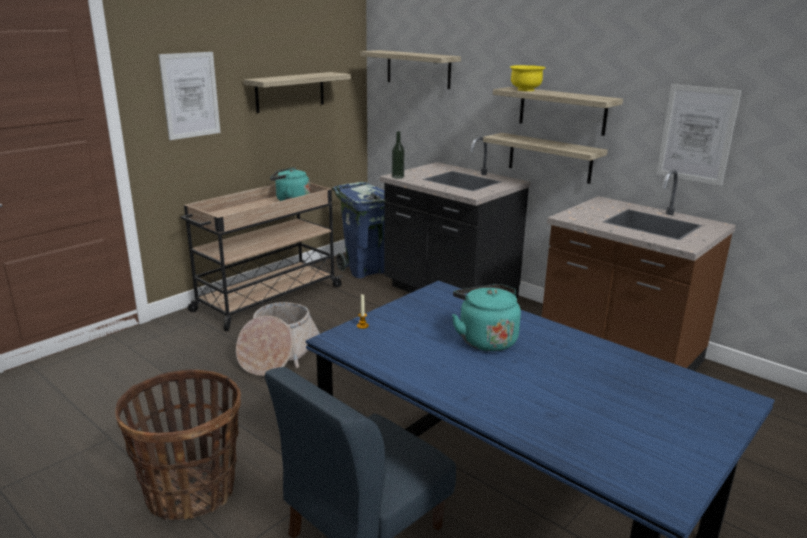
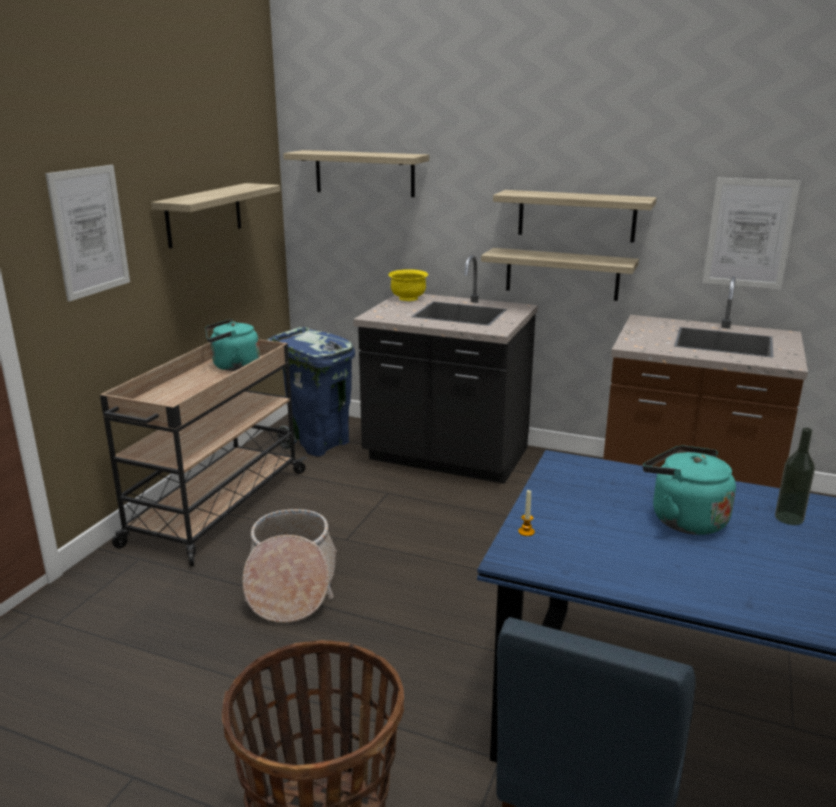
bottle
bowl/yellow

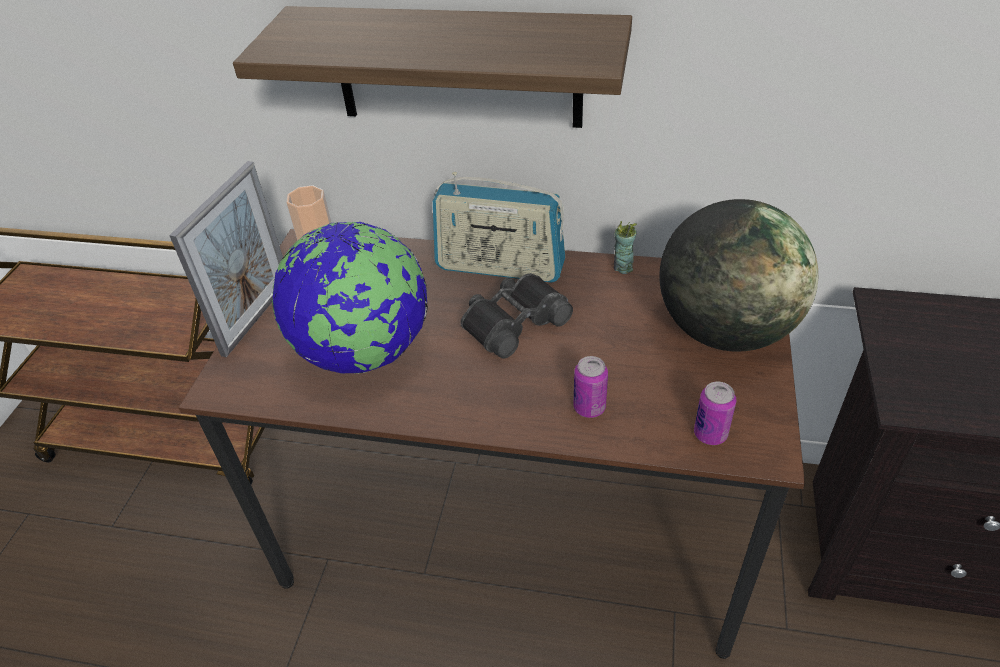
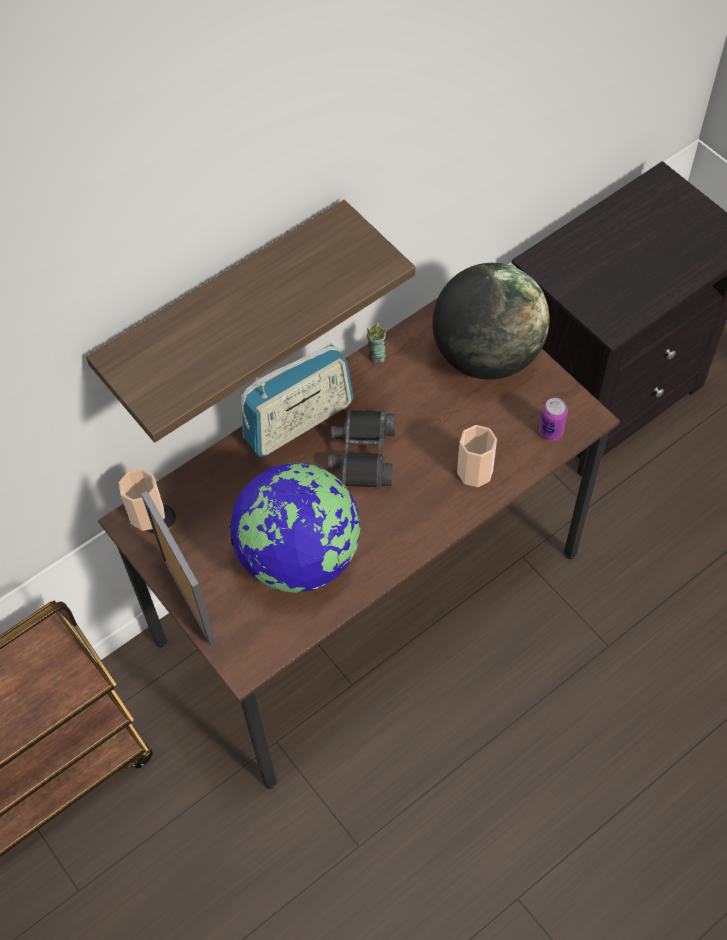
cup (no. 3 from left)

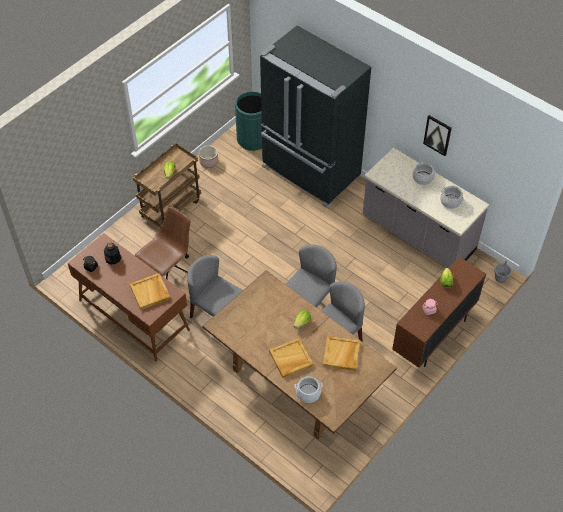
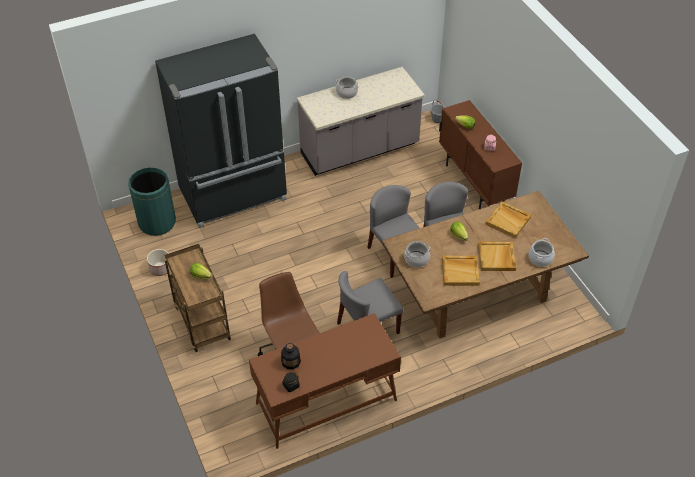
tray/beige (no. 1 from left)
picture
cooking pot (no. 2 from left)

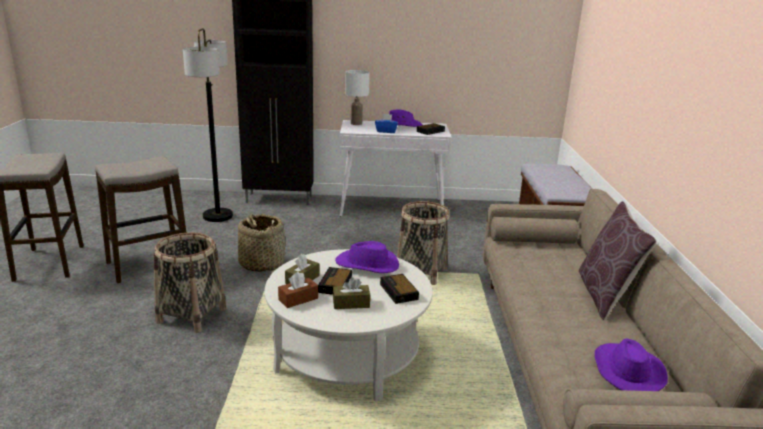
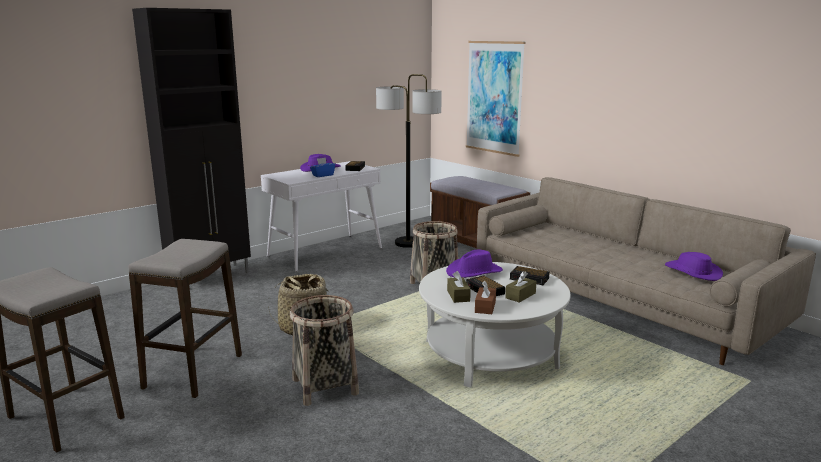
floor lamp
table lamp/white
pillow/brown
picture

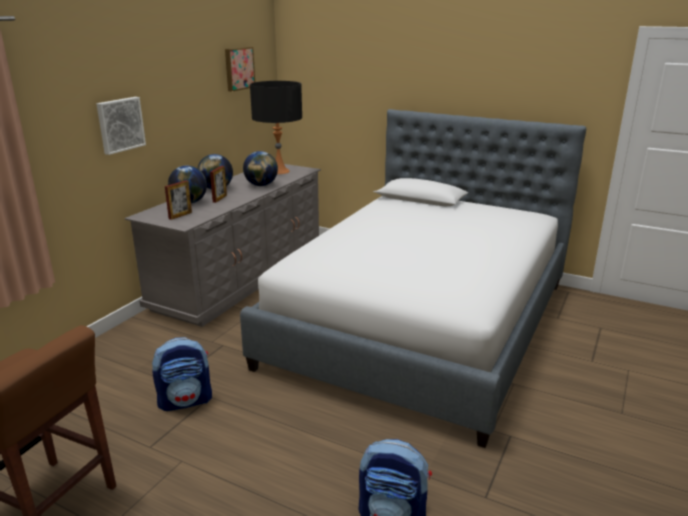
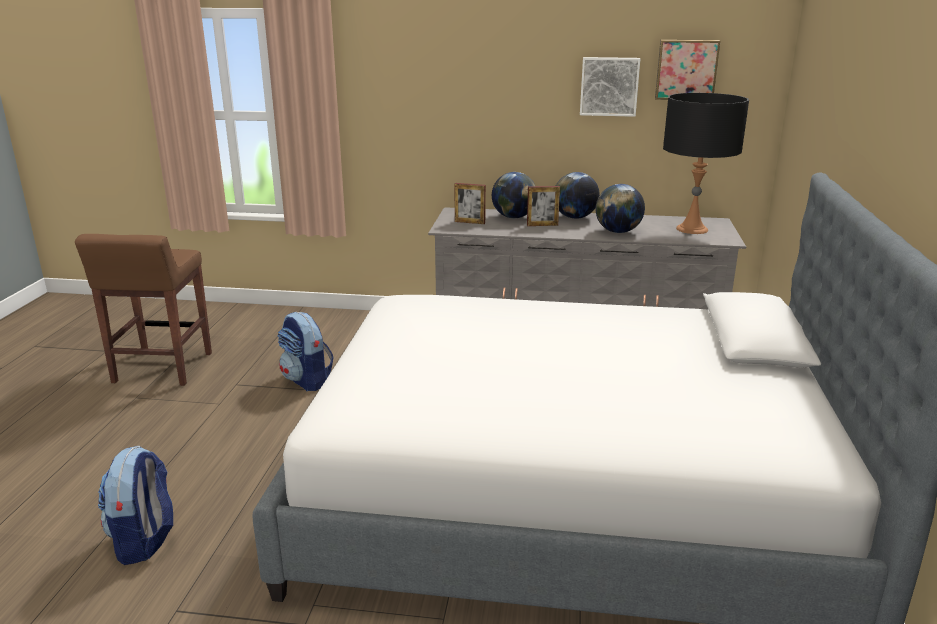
picture (no. 1 from left)

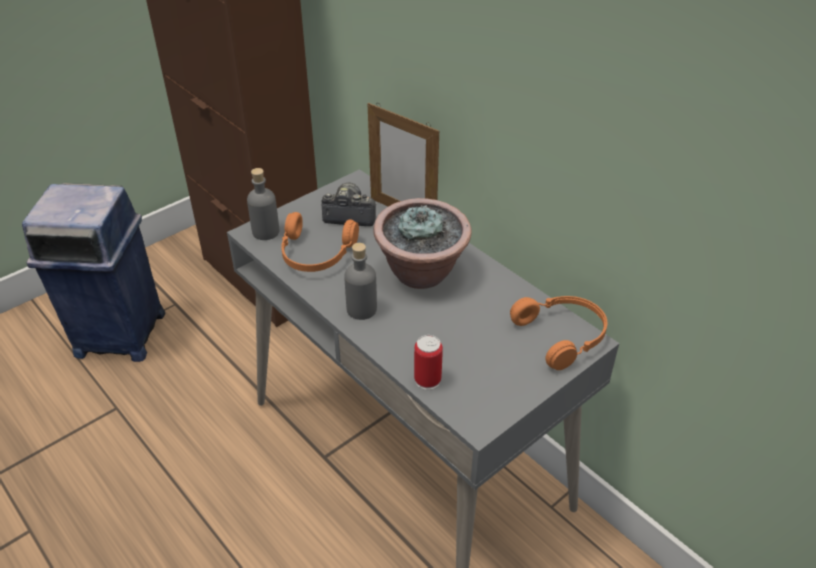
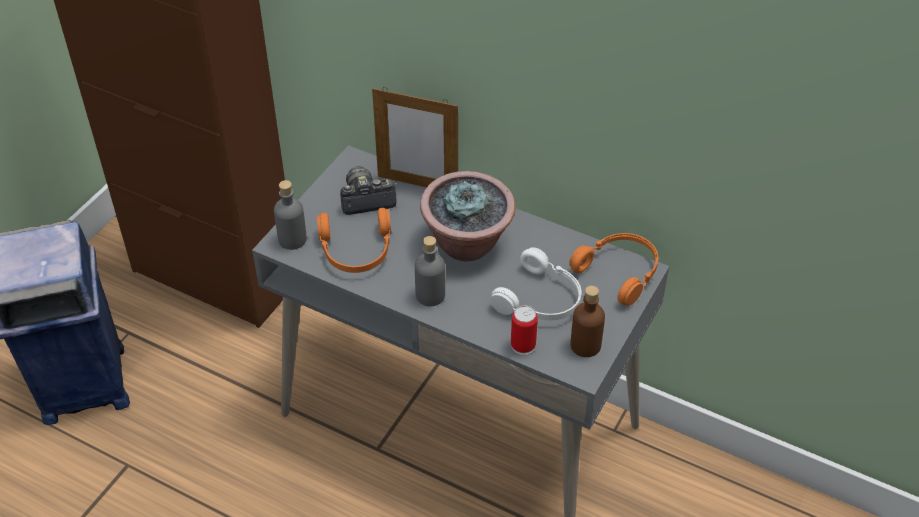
headphones/white
bottle/brown

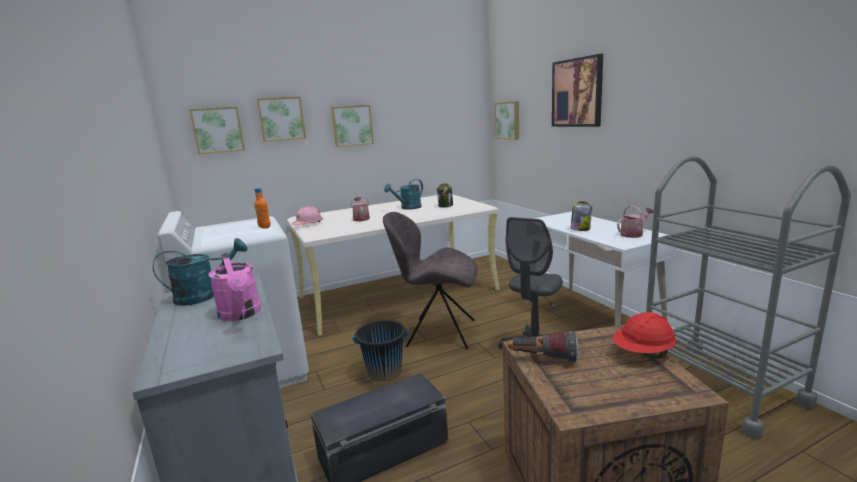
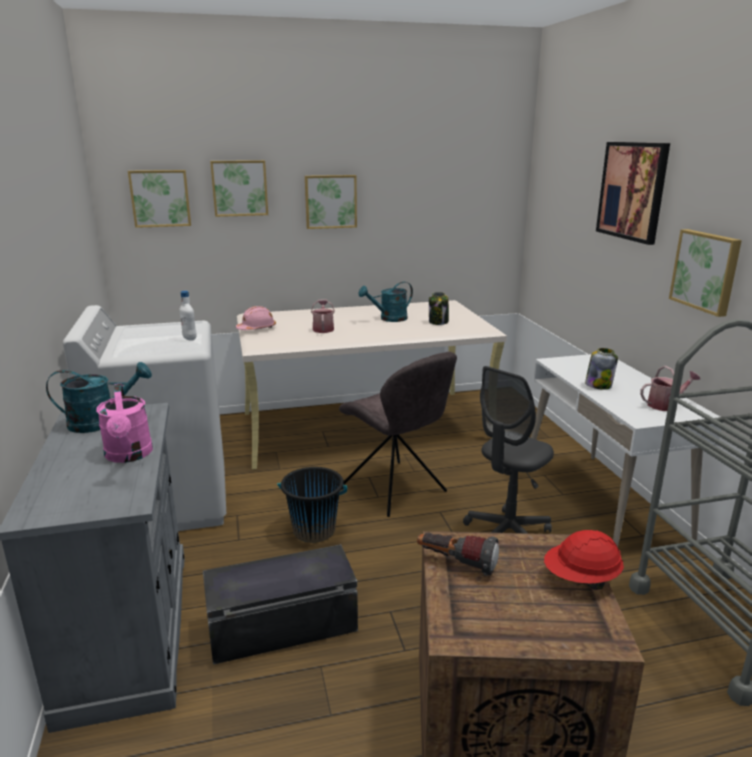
bottle/white
chair/grey
picture (no. 5 from left)

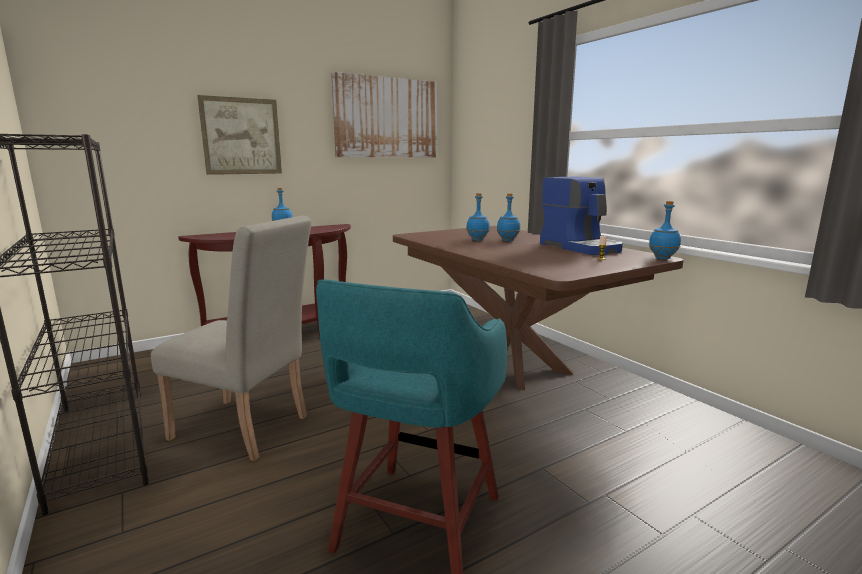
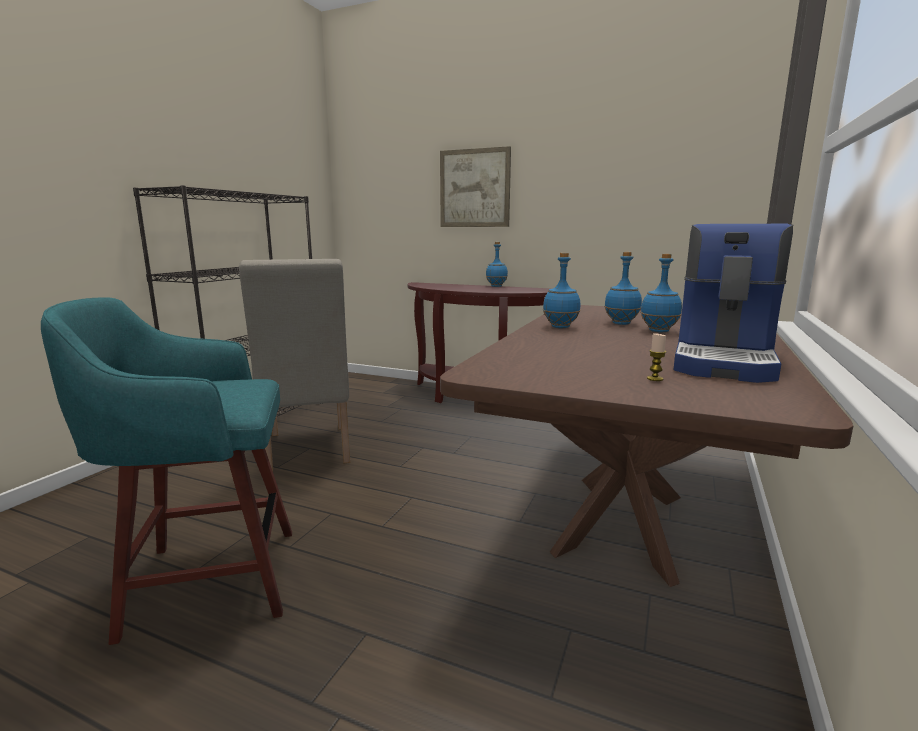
picture (no. 2 from left in the first image)
bottle/blue (no. 2 from left)

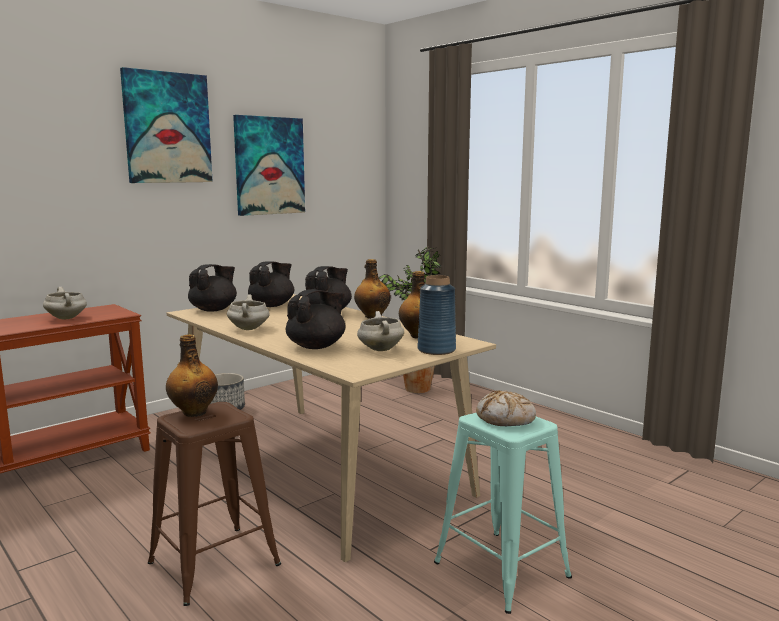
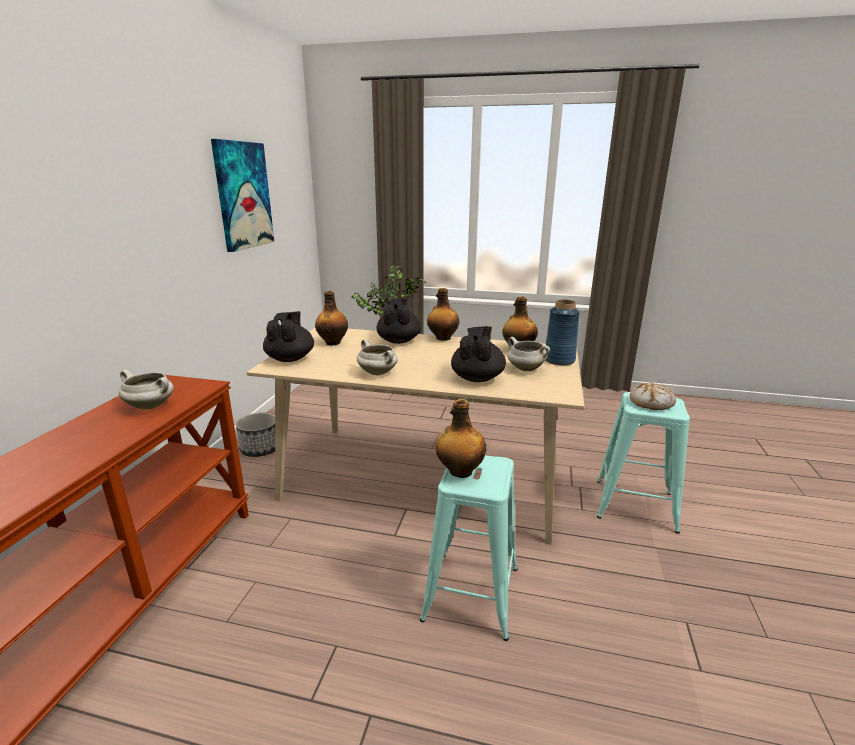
picture (no. 1 from left in the first image)
stool/turquoise (no. 1 from left)
bottle (no. 1 from left)

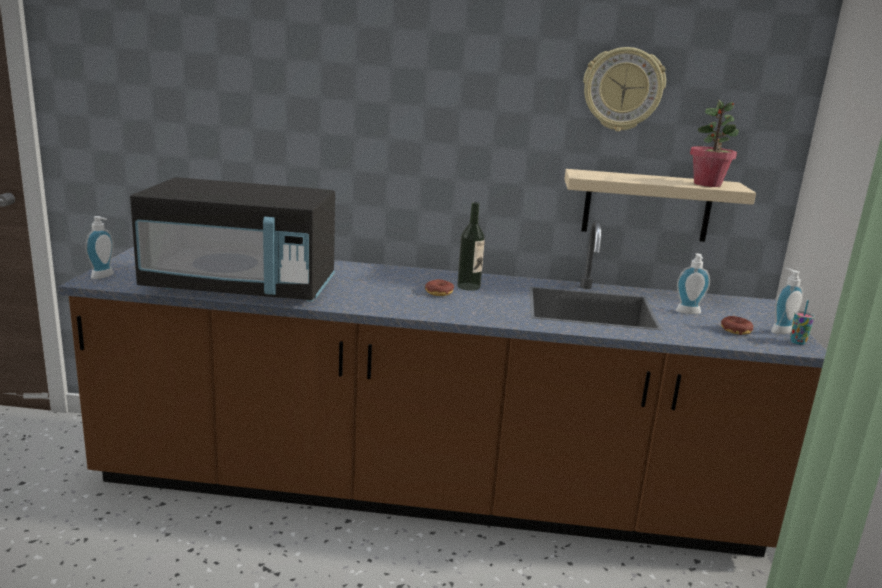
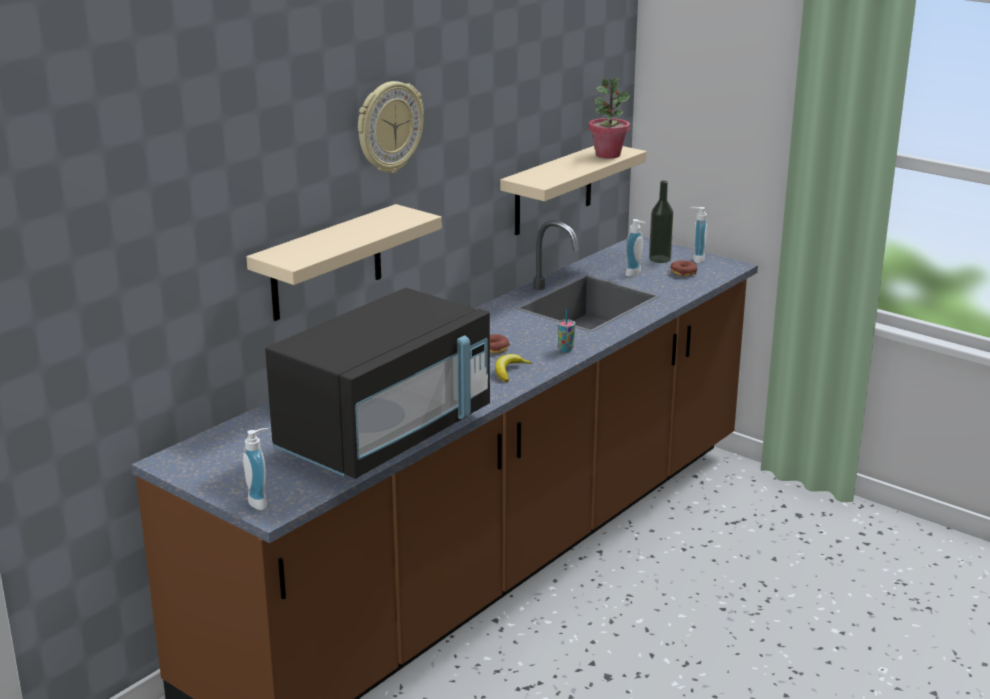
bottle
wall clock
cup
shelf/beige (no. 1 from left)
banana

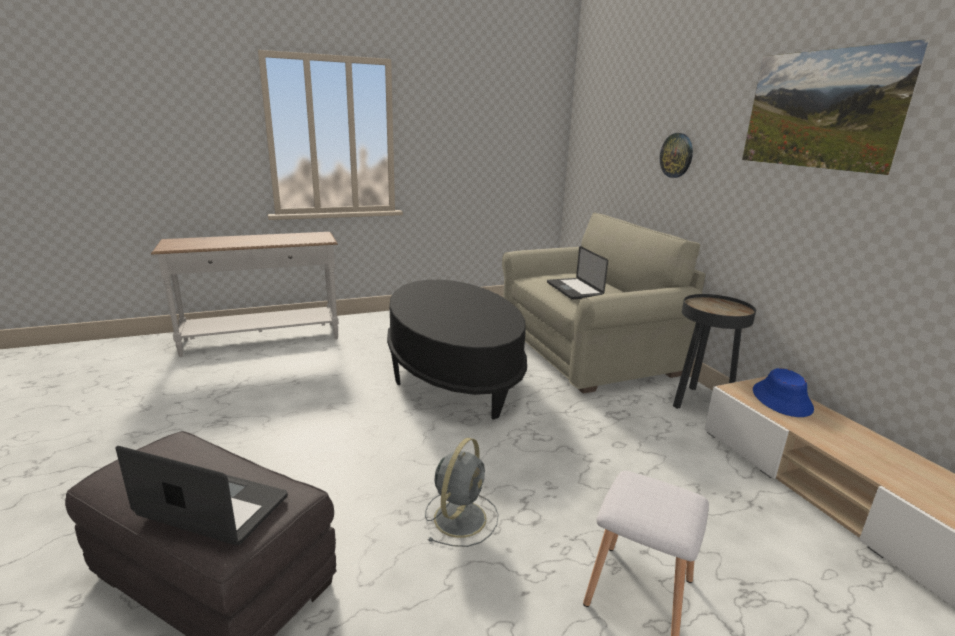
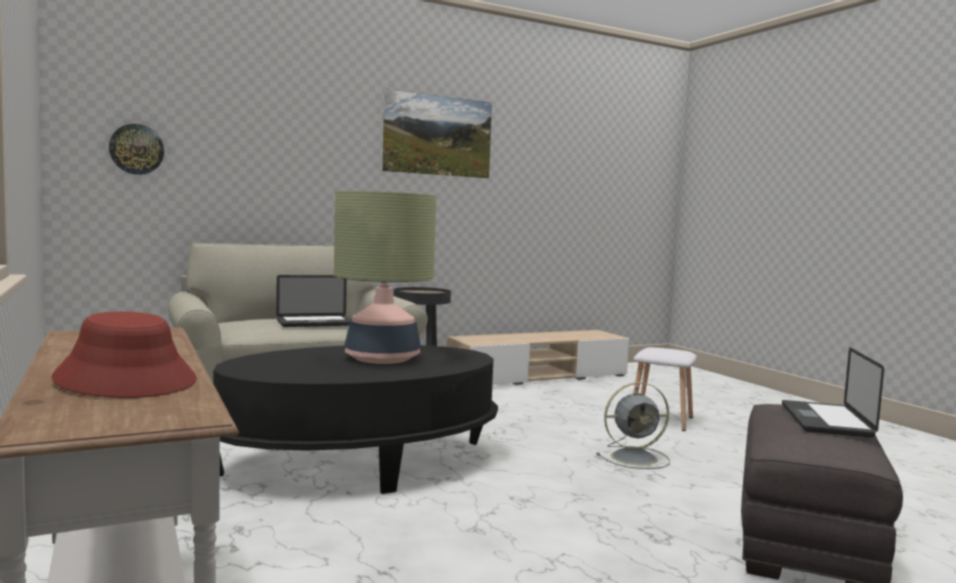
fan/grey
wall clock
hat/blue
hat/red
table lamp

